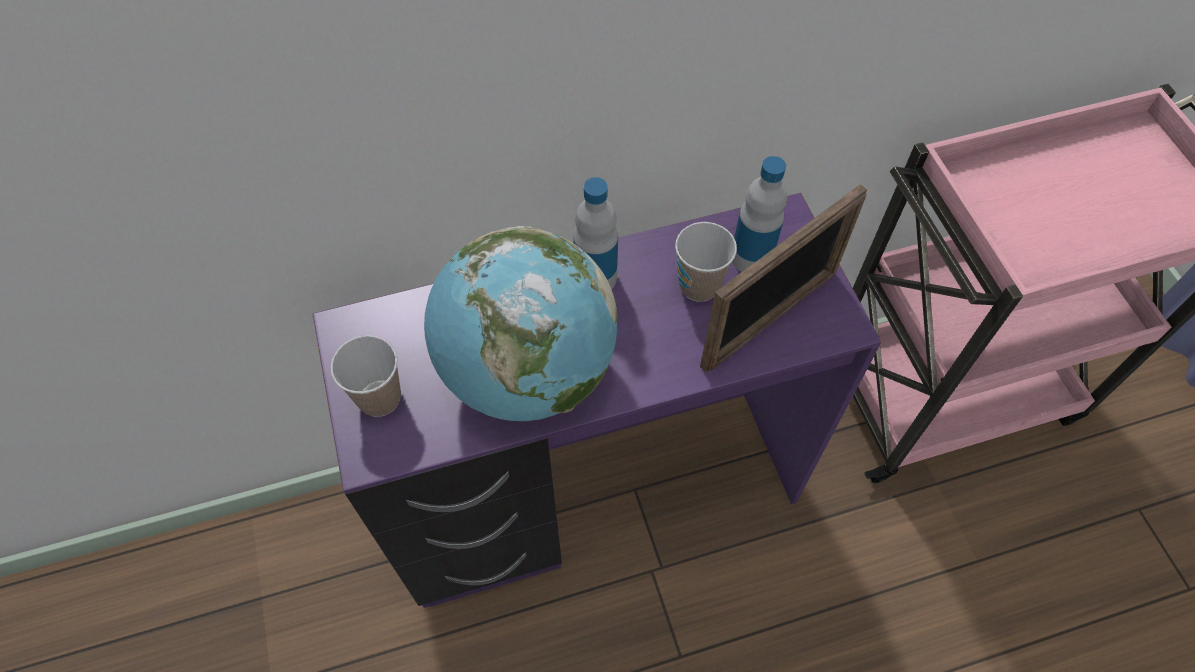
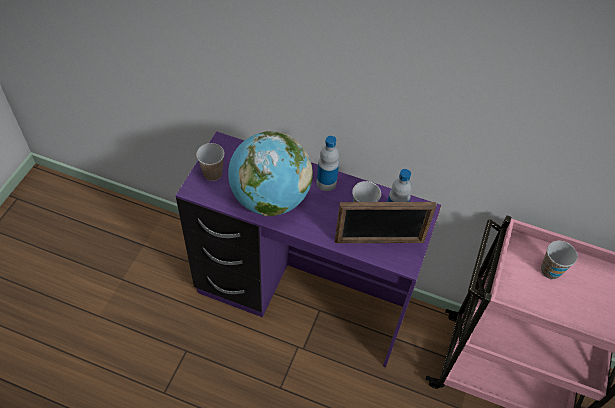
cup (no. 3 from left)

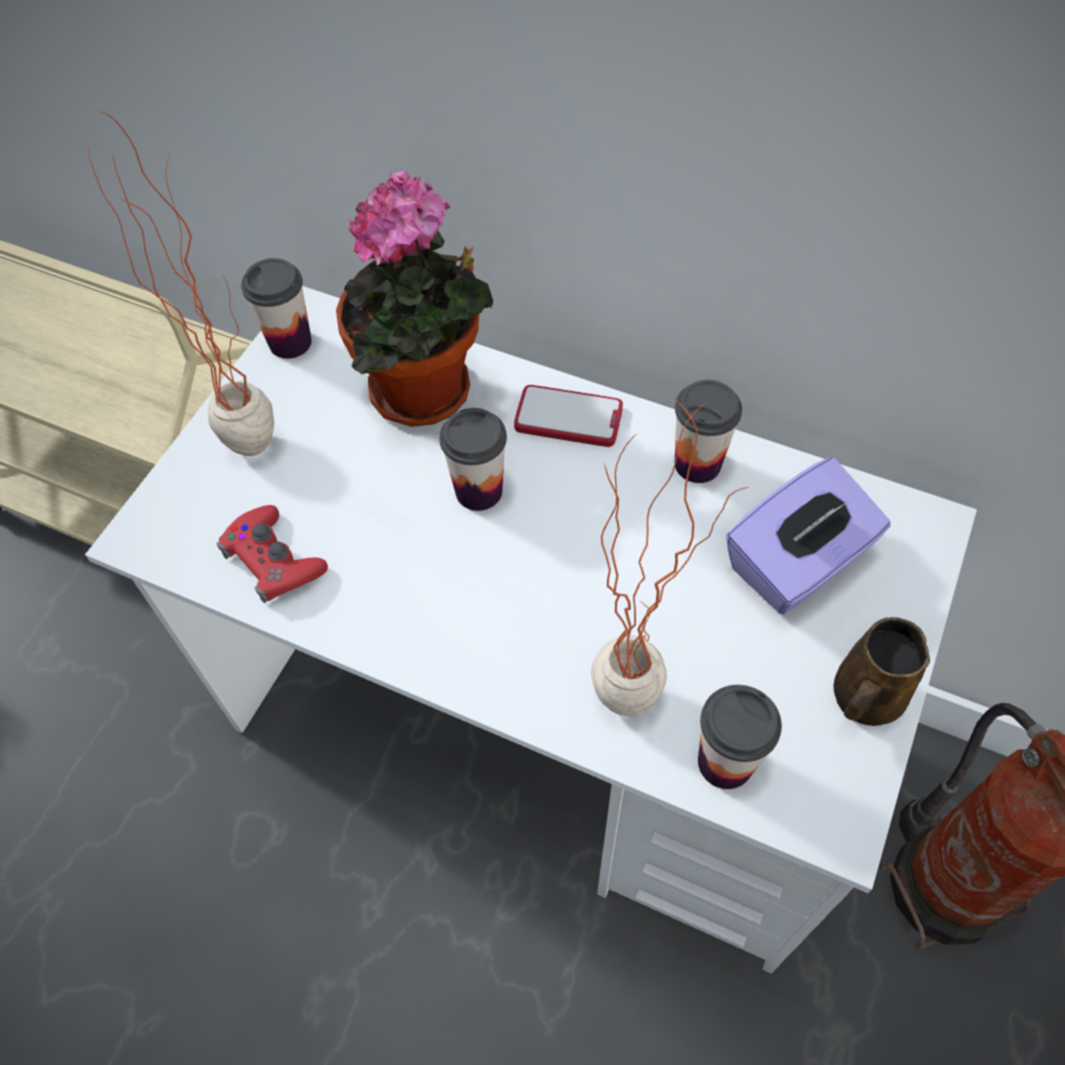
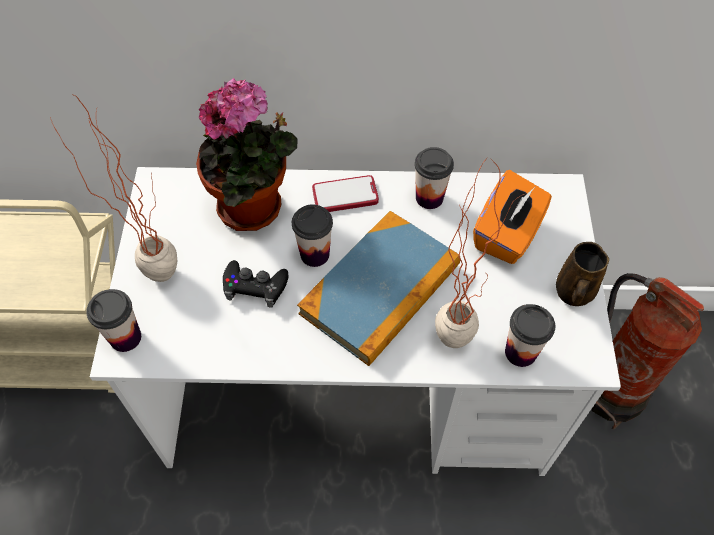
game controller/red
cup (no. 1 from left)
tissue box/orange
game controller/black
book

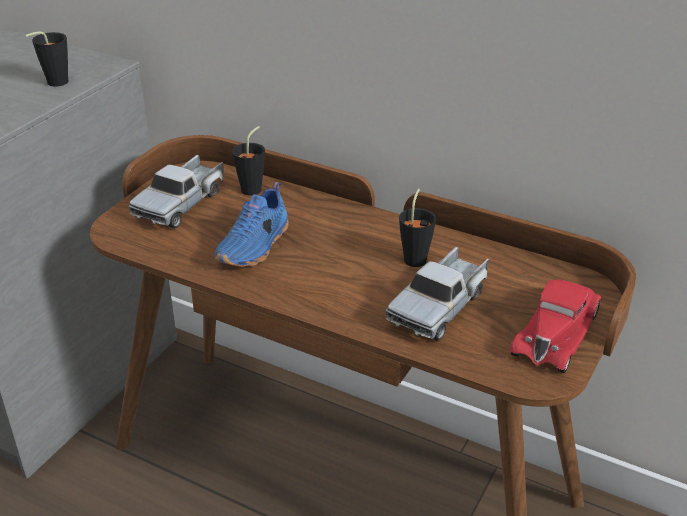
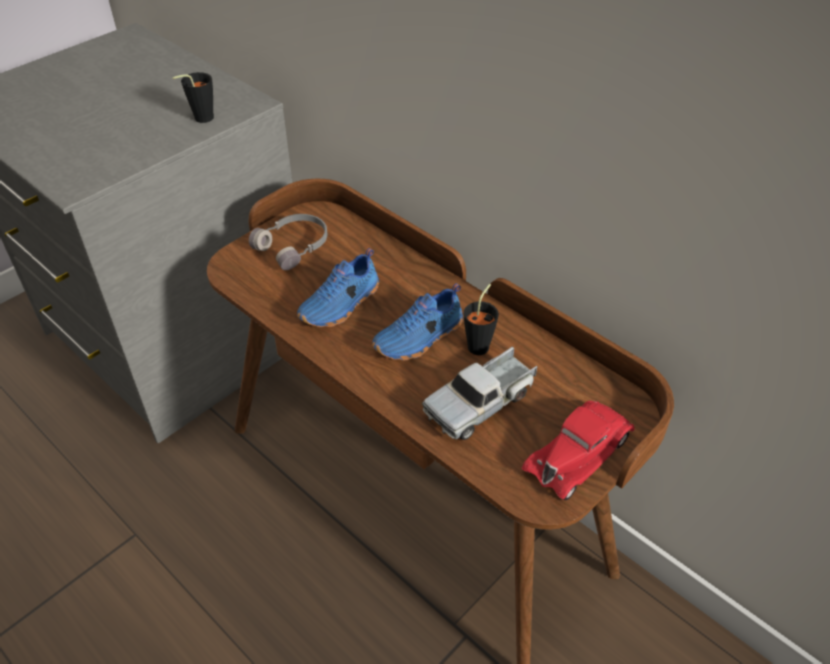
headphones/grey
cup/black (no. 2 from left in the first image)
shoe/blue (no. 2 from left)

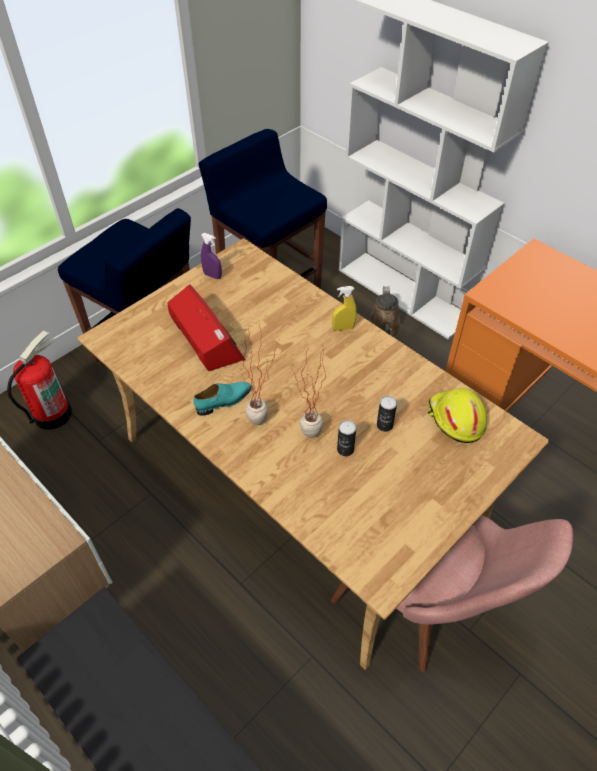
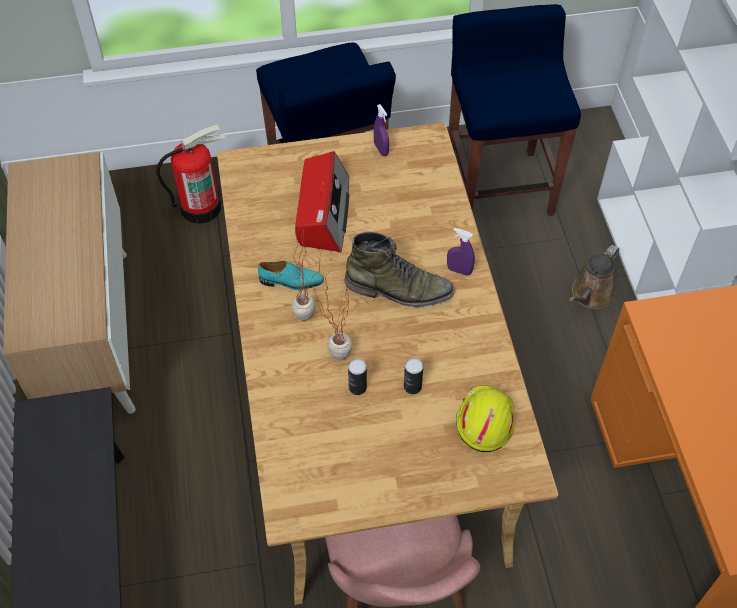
spray bottle/purple (no. 2 from left)
boot/green

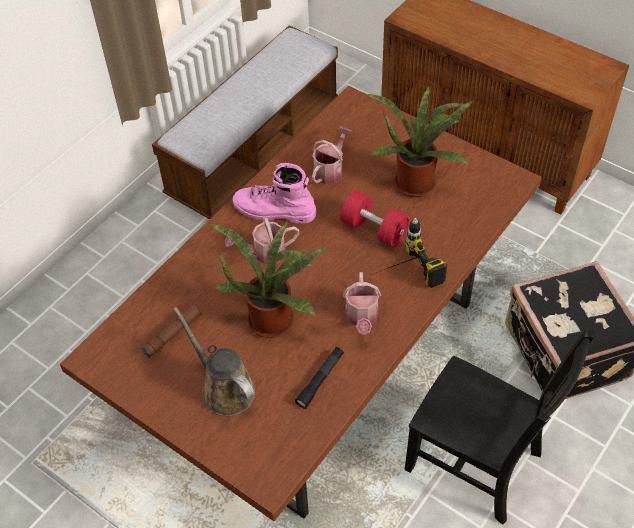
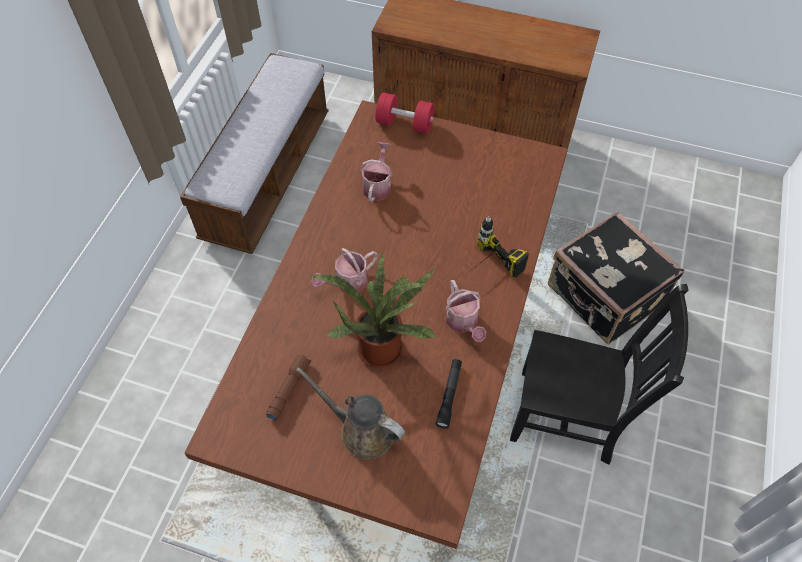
boot/pink
dumbbell/red
potted plant (no. 2 from left in the first image)

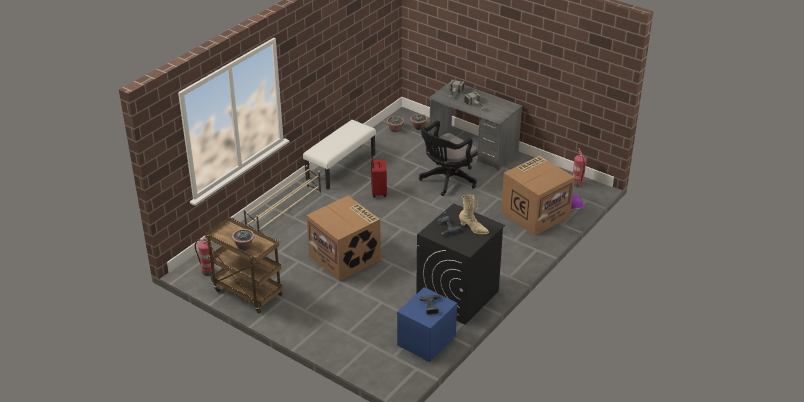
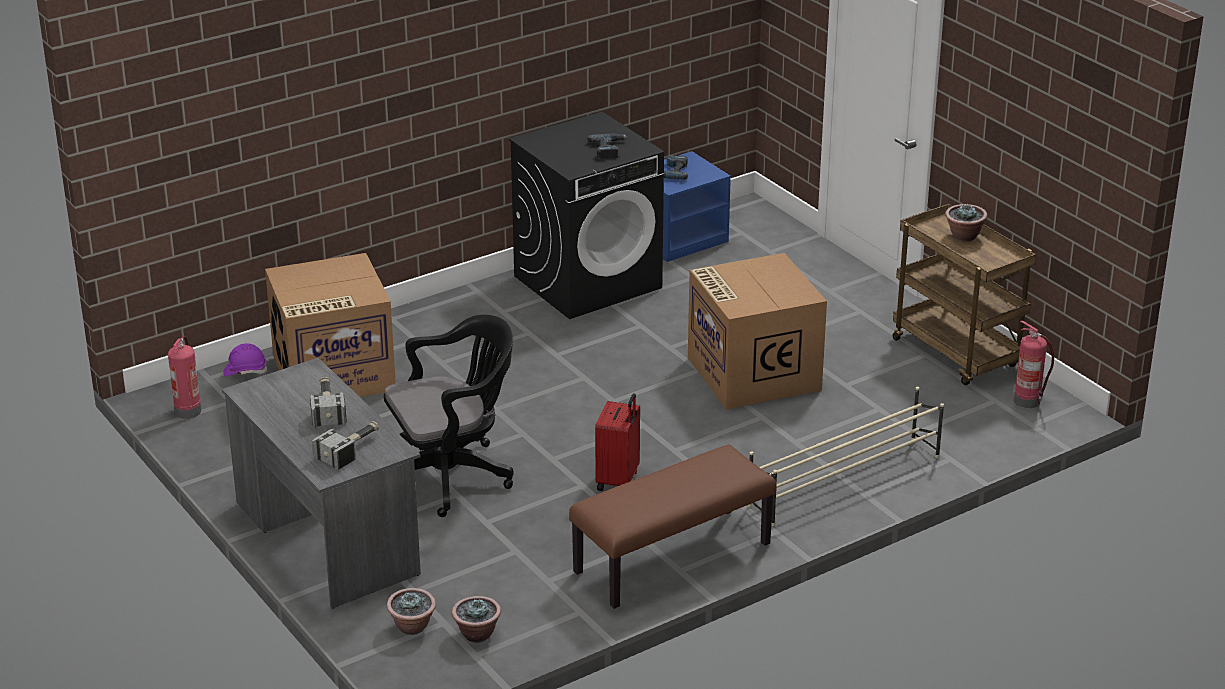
bench/brown
boot/beige

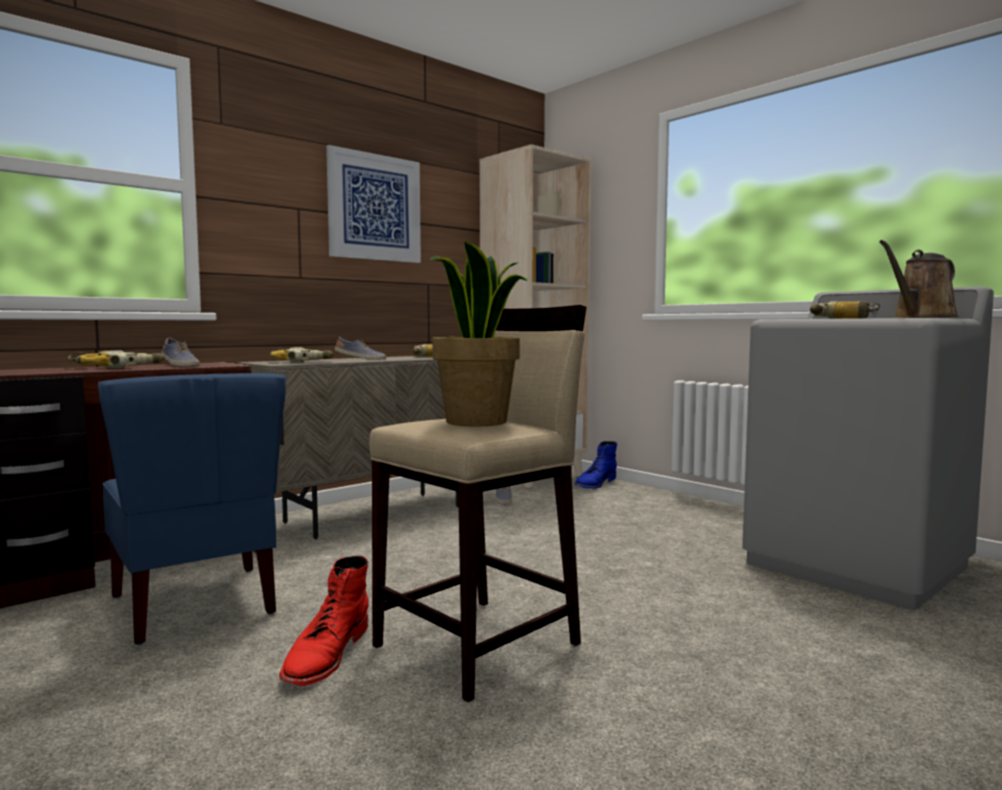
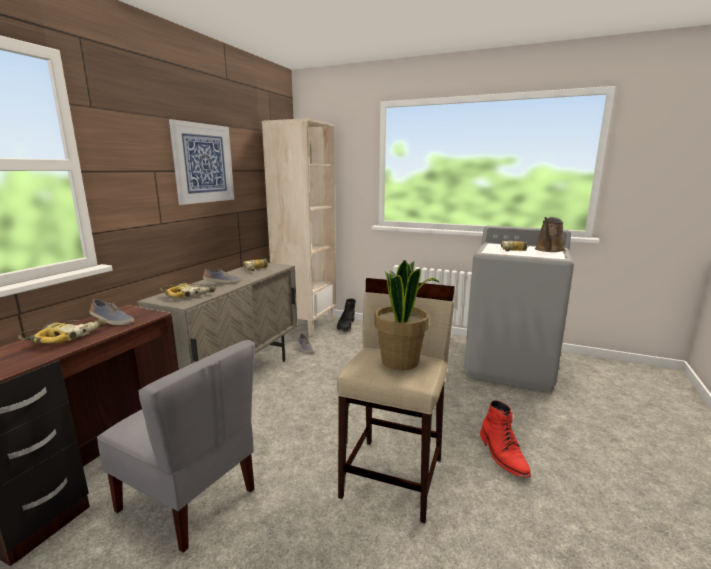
chair/grey
boot/red
boot/black

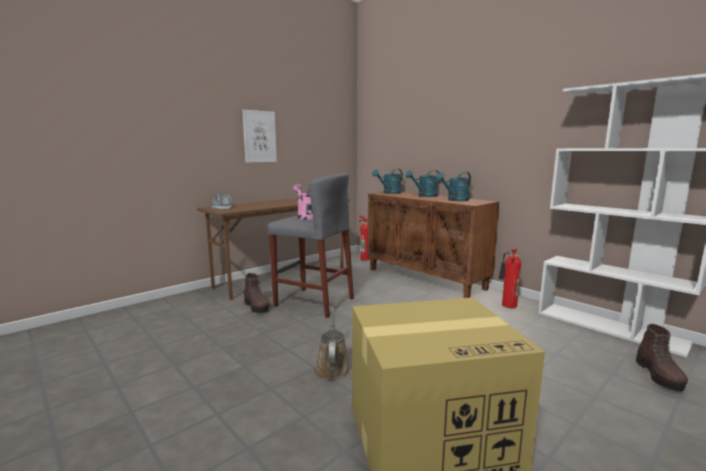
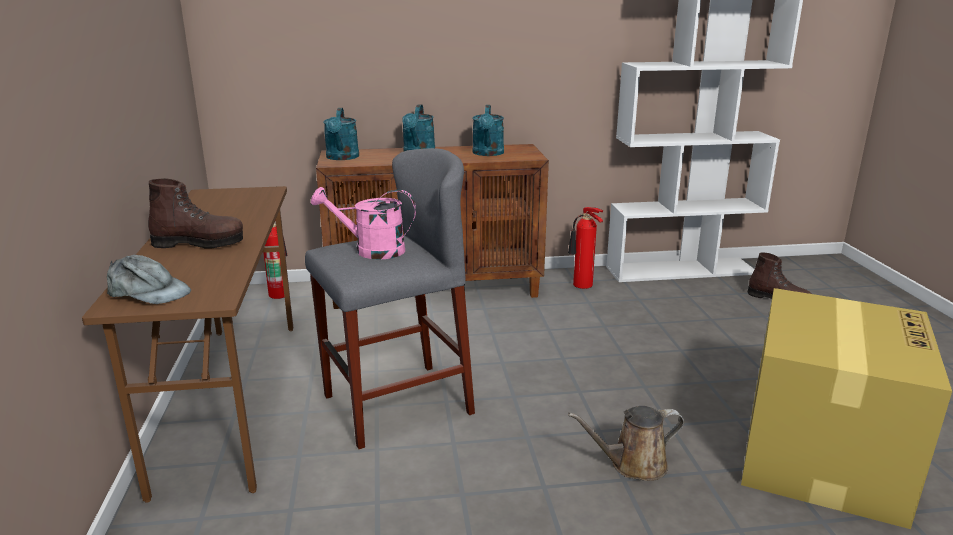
picture
boot/brown (no. 1 from left)
watering can/brown

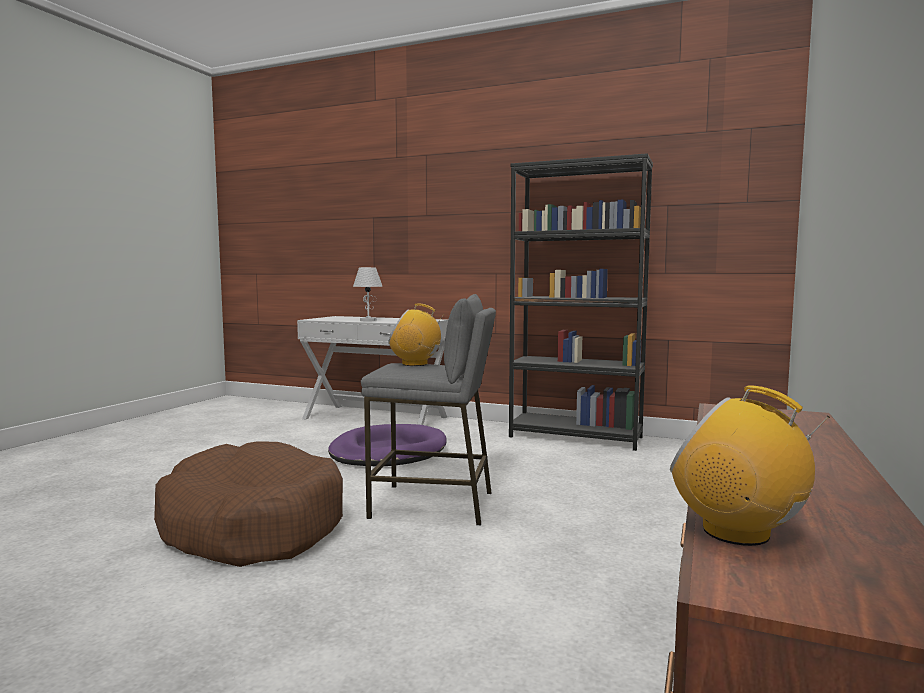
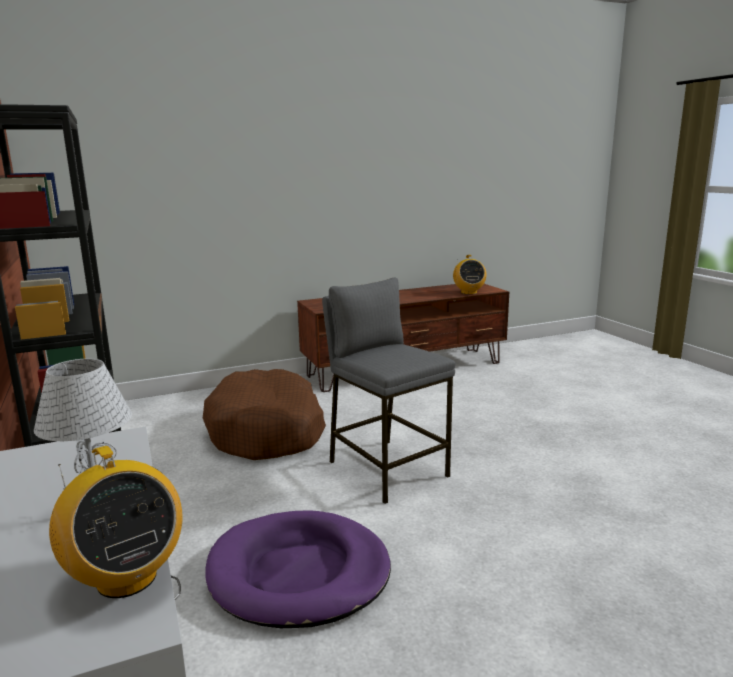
dog bed/brown
radio (no. 1 from left)

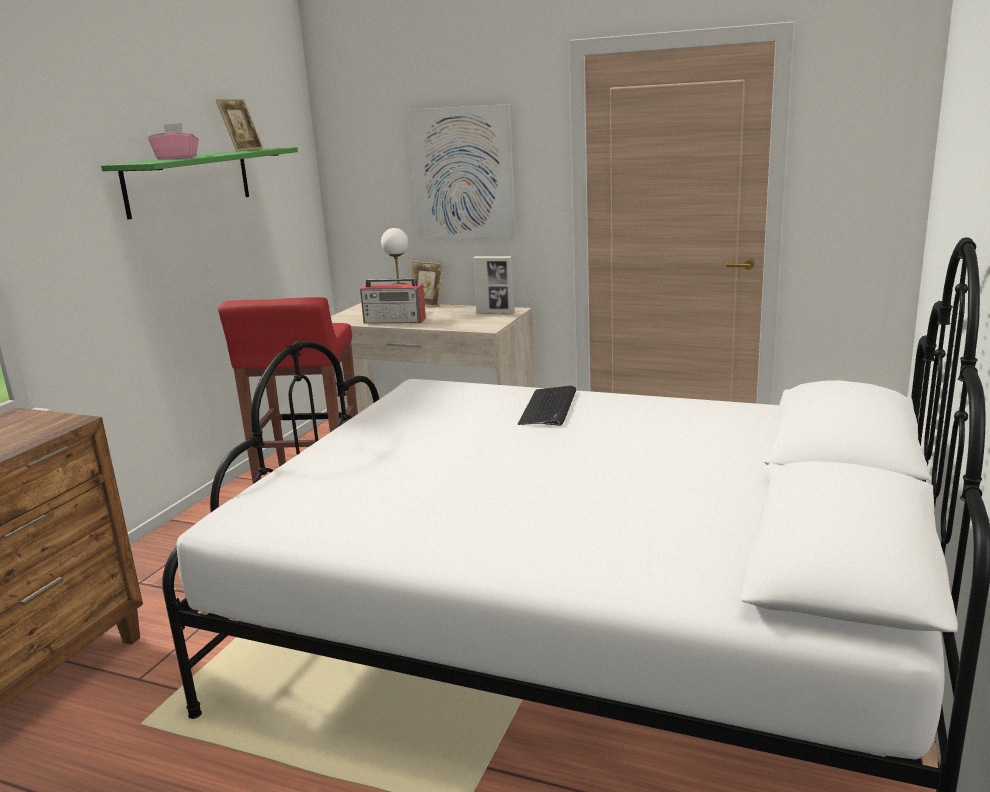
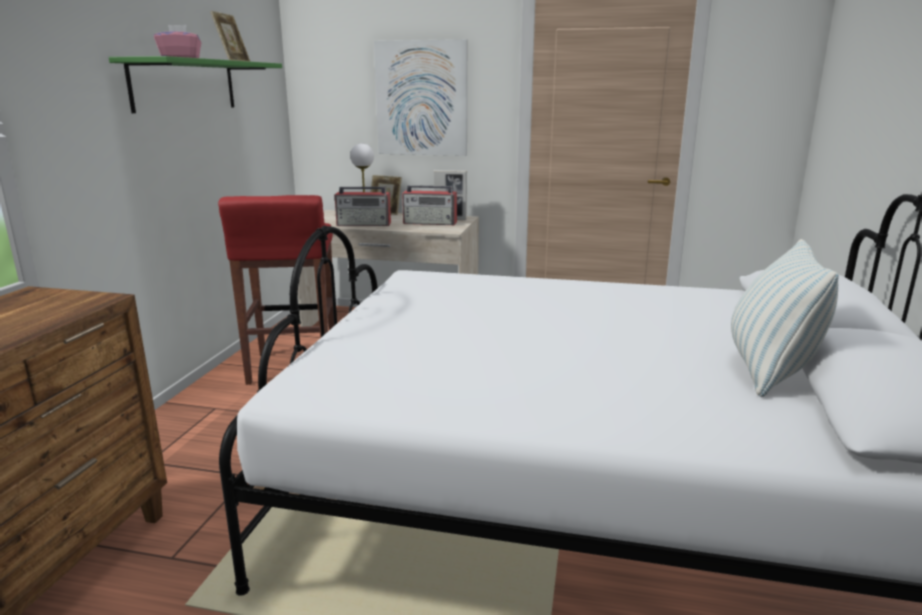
keyboard
radio (no. 2 from left)
pillow

